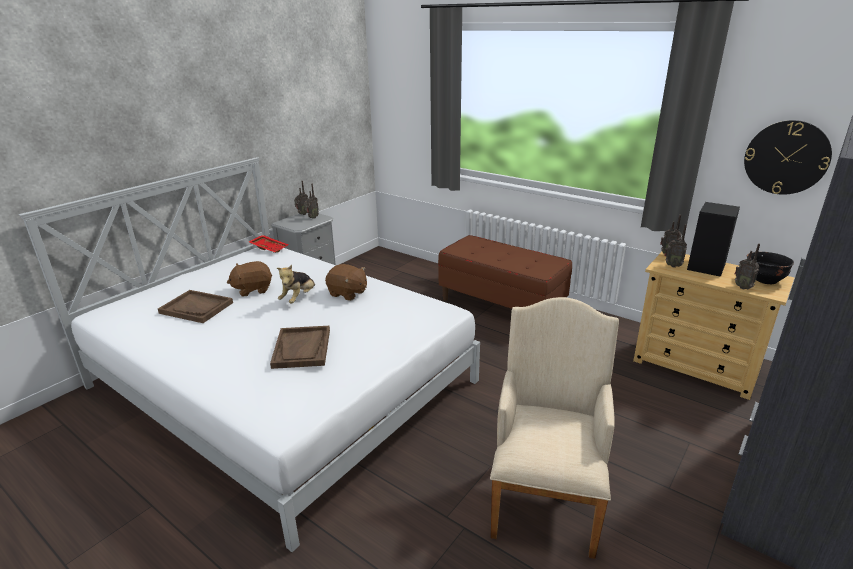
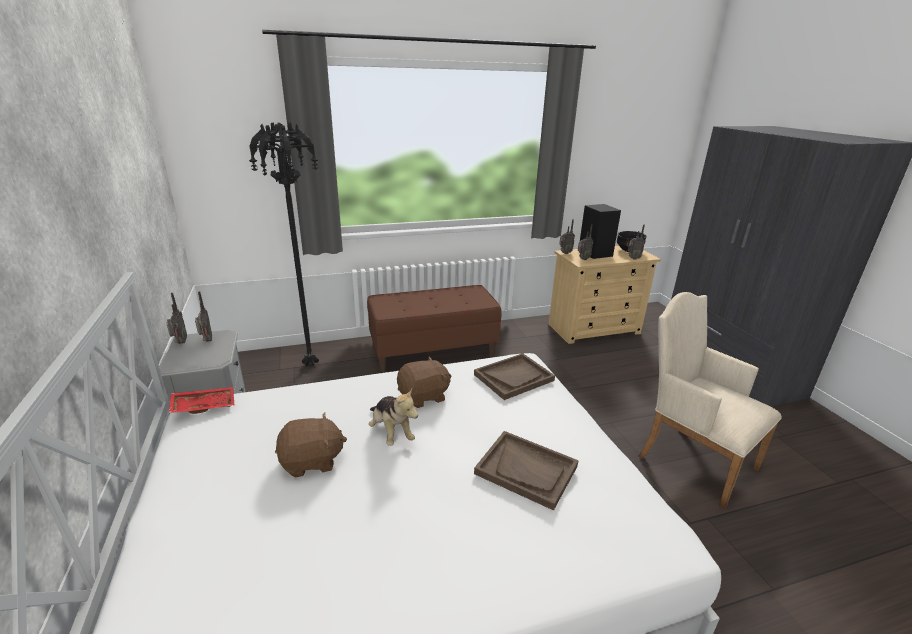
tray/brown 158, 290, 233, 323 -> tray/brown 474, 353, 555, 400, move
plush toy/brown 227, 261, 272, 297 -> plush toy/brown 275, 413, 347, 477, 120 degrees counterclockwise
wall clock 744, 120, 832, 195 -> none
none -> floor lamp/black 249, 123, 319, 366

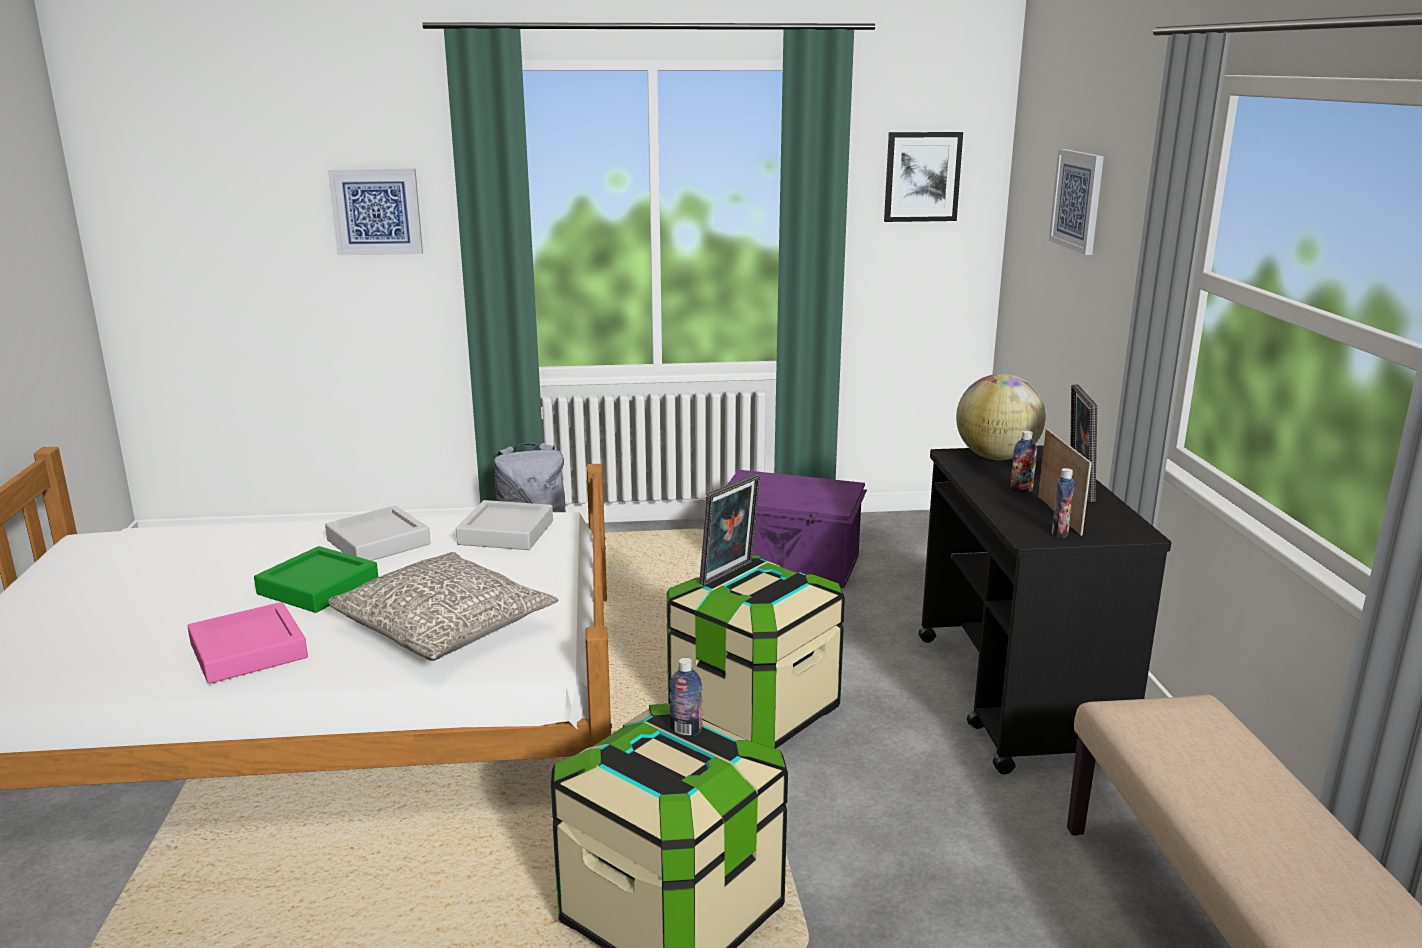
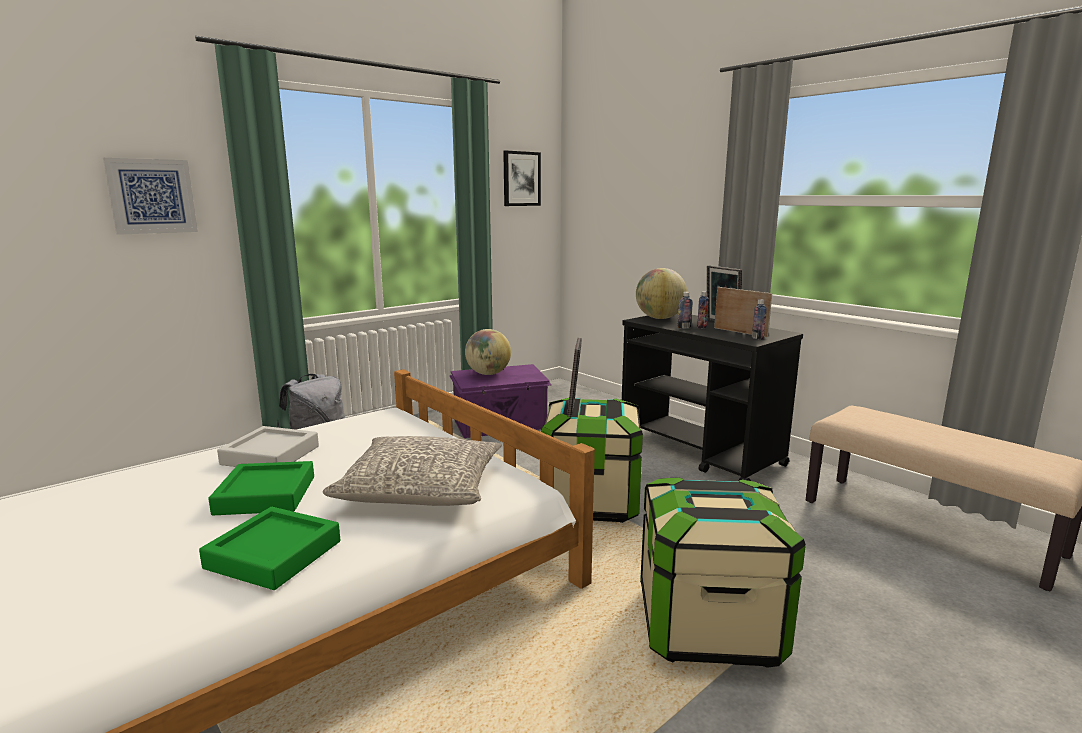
tray/pink 187, 602, 308, 684 -> tray/green 199, 507, 340, 590
tray/grey 456, 500, 553, 550 -> none
bottle 669, 658, 703, 736 -> bottle 677, 292, 693, 329, move
picture 1049, 149, 1104, 255 -> none
none -> globe 465, 329, 511, 375

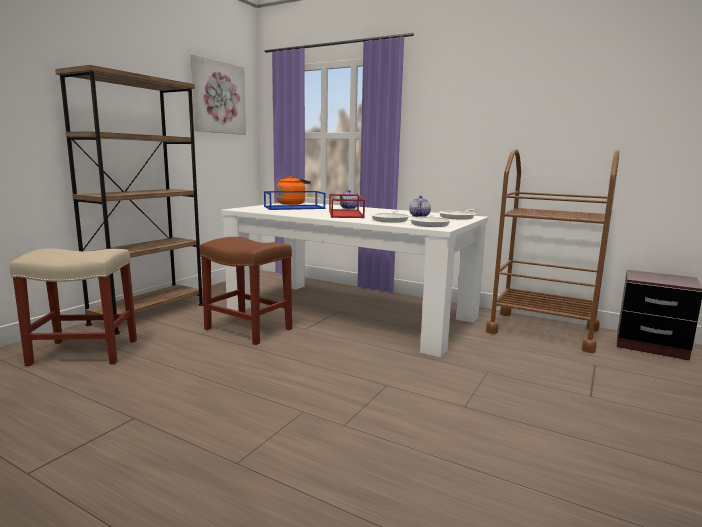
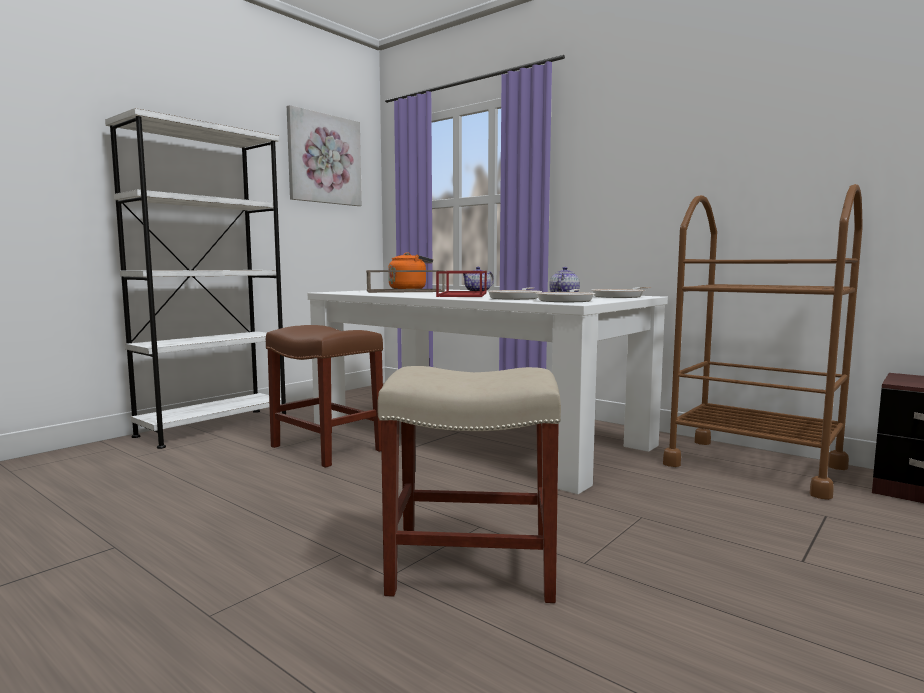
stool/beige 10, 248, 137, 366 -> stool/beige 377, 366, 561, 603, move
bookcase/brown 55, 65, 203, 335 -> bookcase/white 105, 108, 286, 449
tray/blue 264, 191, 325, 210 -> tray/brown 366, 270, 445, 293

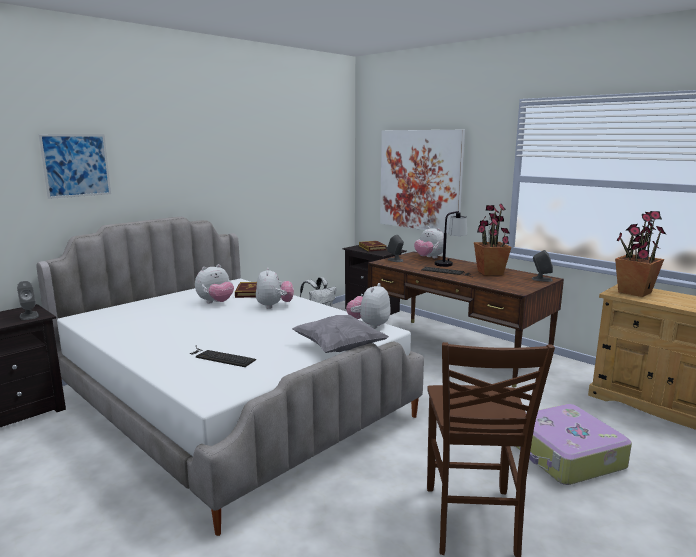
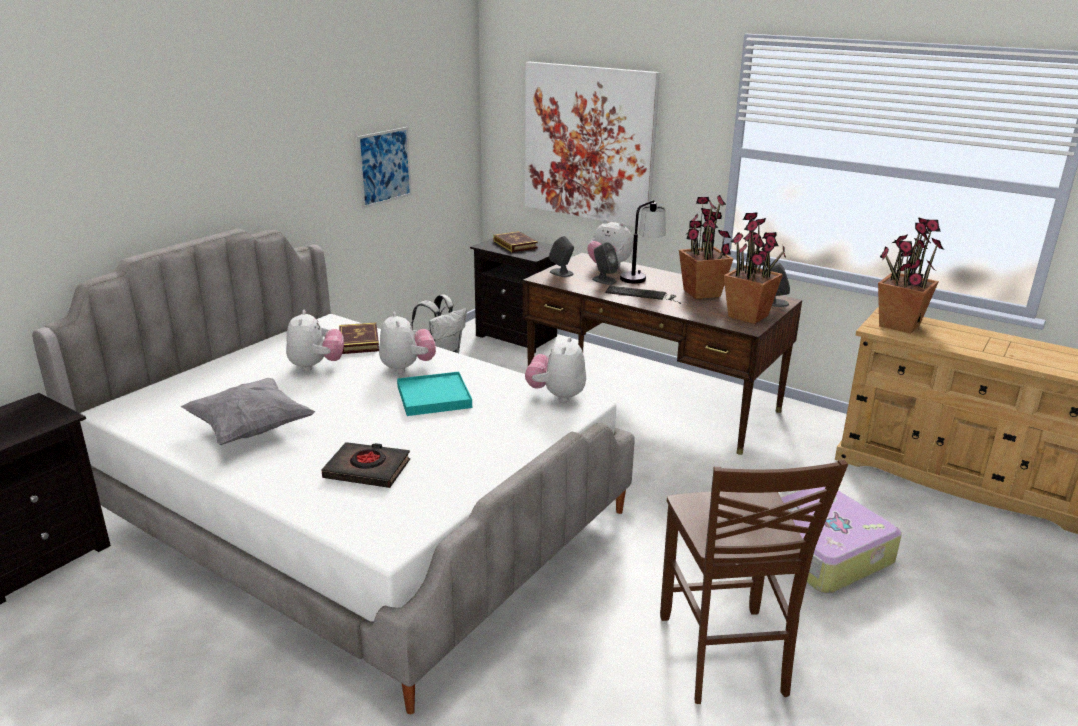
speaker/grey 17, 281, 39, 320 -> speaker/grey 592, 242, 619, 285, move
picture 39, 134, 111, 199 -> picture 357, 127, 412, 209, move
keyboard 190, 345, 256, 367 -> book/black 322, 442, 410, 488
plush toy 195, 264, 234, 303 -> plush toy 286, 310, 344, 371, 45 degrees counterclockwise
pillow/grey 292, 315, 389, 353 -> pillow/grey 181, 378, 315, 445, move
none -> tray/turquoise 397, 372, 472, 416
none -> potted plant 724, 212, 786, 324

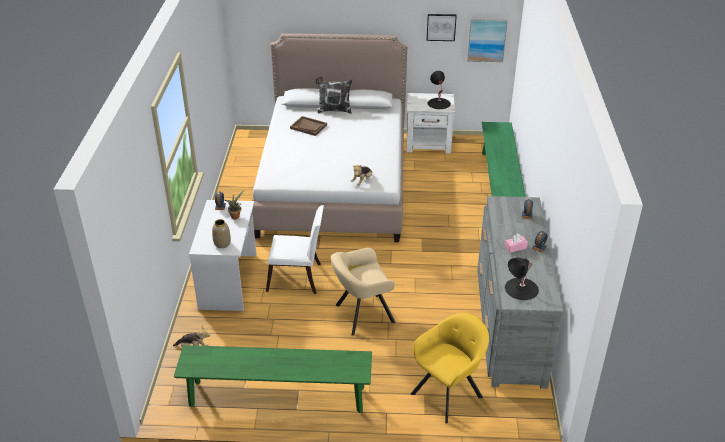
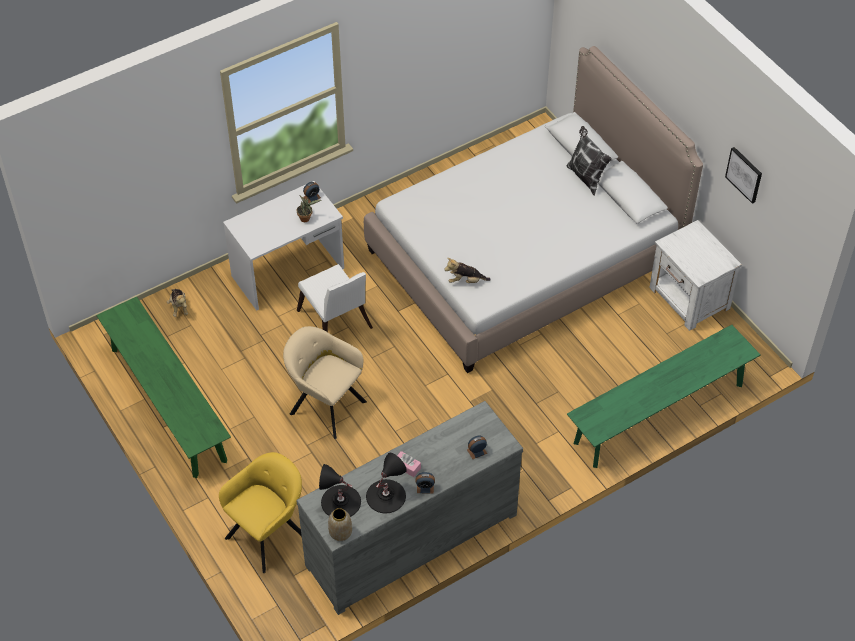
vase 212, 219, 231, 248 -> vase 328, 508, 352, 541, move
tray/brown 290, 116, 327, 136 -> none
armchair/yellow 411, 312, 489, 424 -> armchair/yellow 219, 452, 302, 573, 60 degrees counterclockwise
table lamp/black 427, 71, 451, 109 -> table lamp/black 366, 453, 407, 513, move
picture 467, 19, 508, 62 -> none

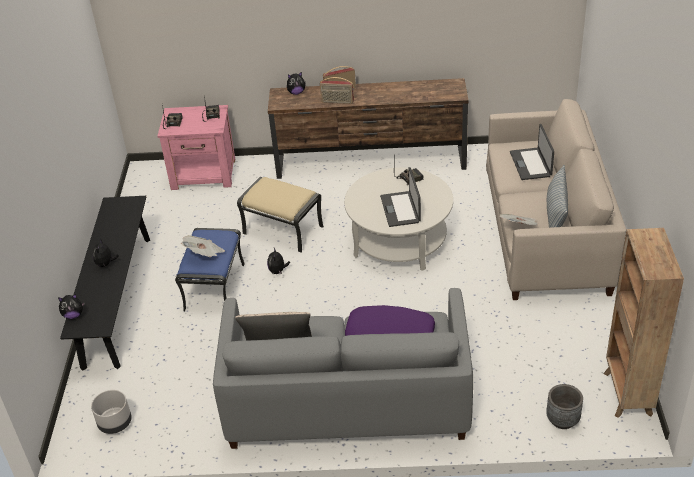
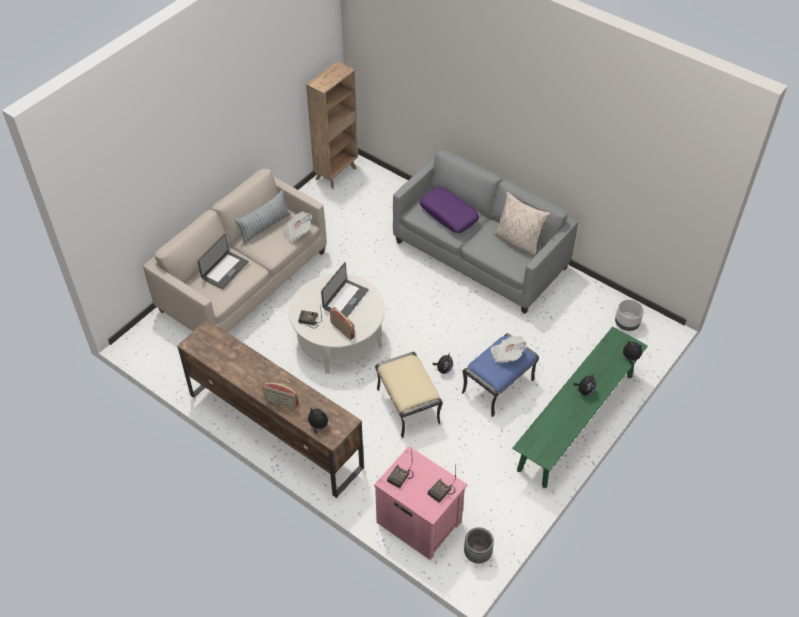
bench/black 60, 196, 150, 371 -> bench/green 512, 327, 648, 488
radio 320, 77, 354, 104 -> radio 330, 307, 355, 340, move
planter/grey 546, 384, 583, 429 -> planter/grey 464, 527, 494, 564, move

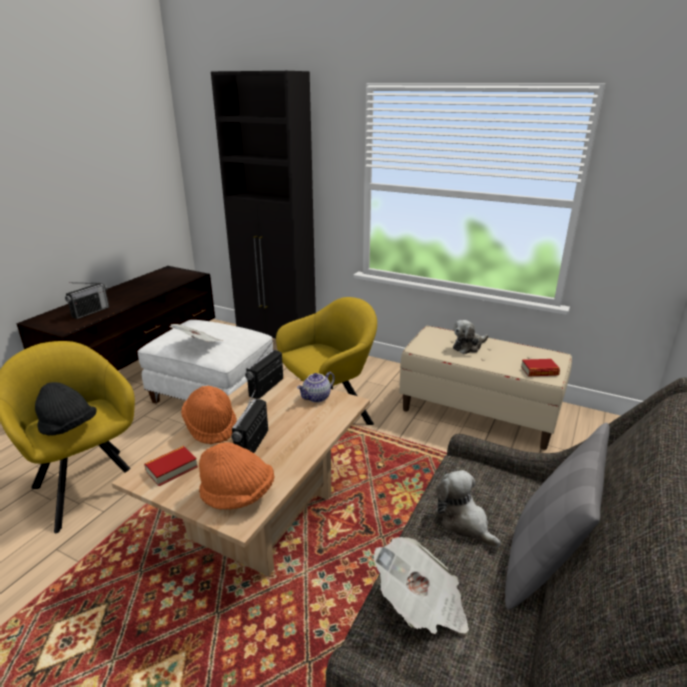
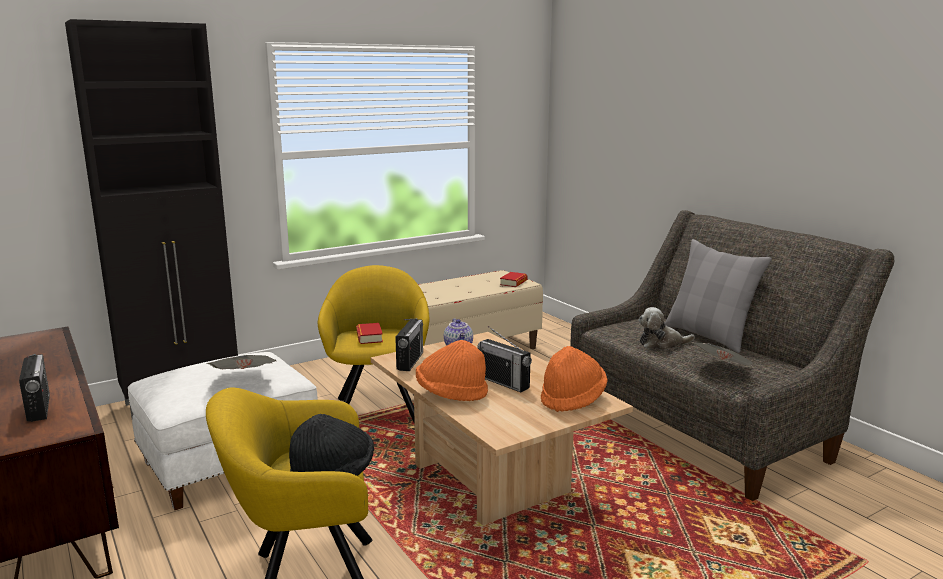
book 144, 446, 198, 486 -> book 356, 323, 383, 344, move
radio 245, 340, 283, 399 -> radio 395, 318, 423, 371, 135 degrees counterclockwise
plush toy 453, 320, 488, 354 -> none

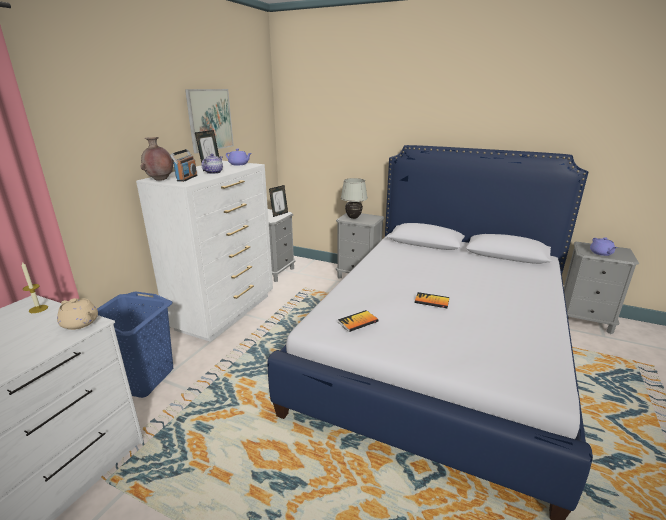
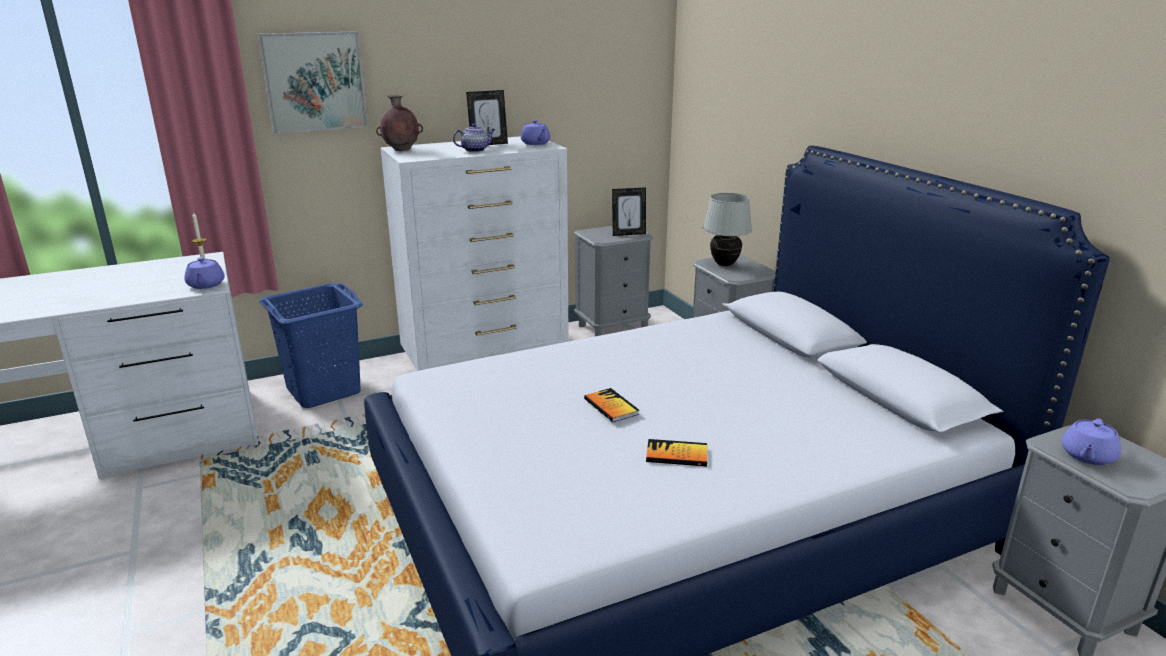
teapot/beige 57, 298, 98, 330 -> teapot/purple 184, 257, 225, 289
radio 170, 149, 197, 182 -> none
picture 185, 89, 234, 153 -> picture 258, 32, 368, 133, move
book 338, 310, 378, 332 -> book 646, 439, 707, 467, move

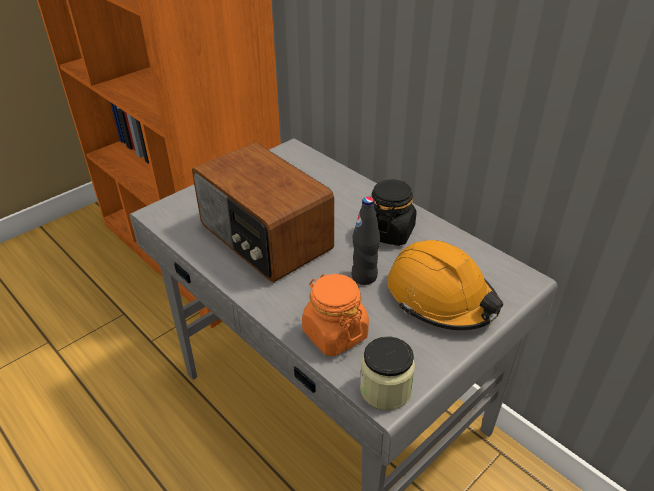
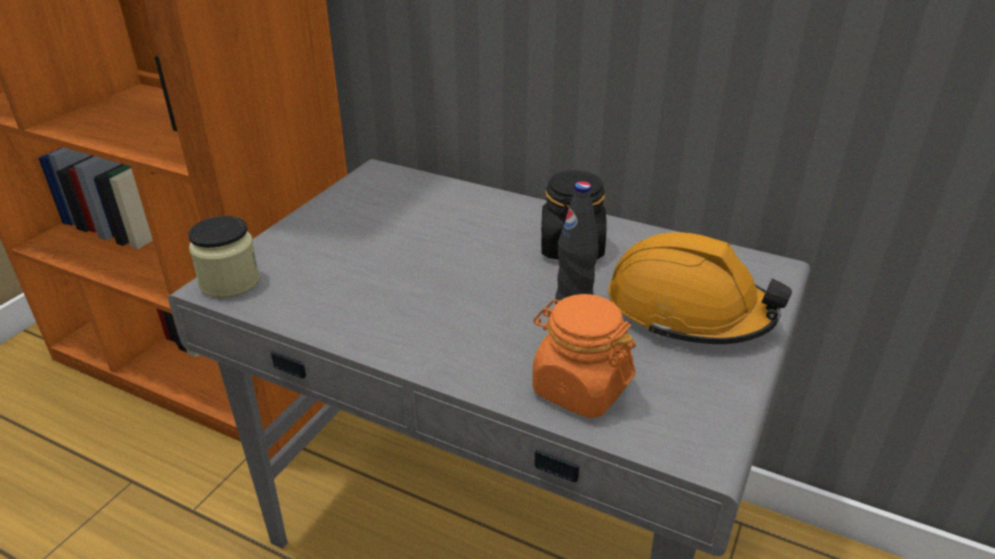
radio 192, 142, 334, 283 -> none
jar 360, 336, 415, 410 -> jar 188, 216, 260, 298, move

